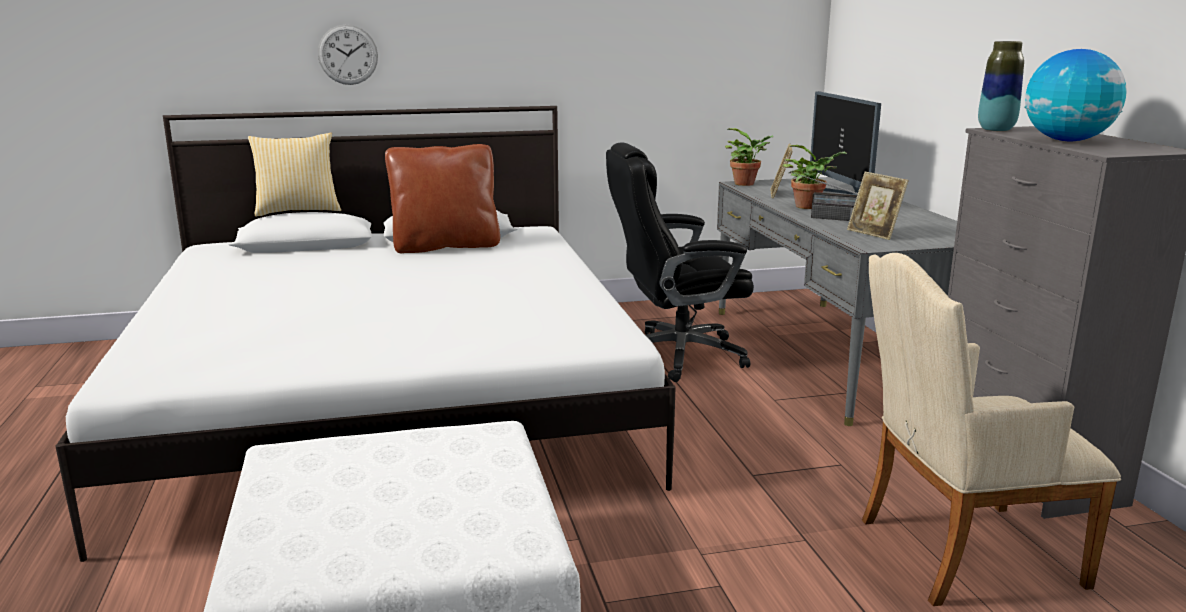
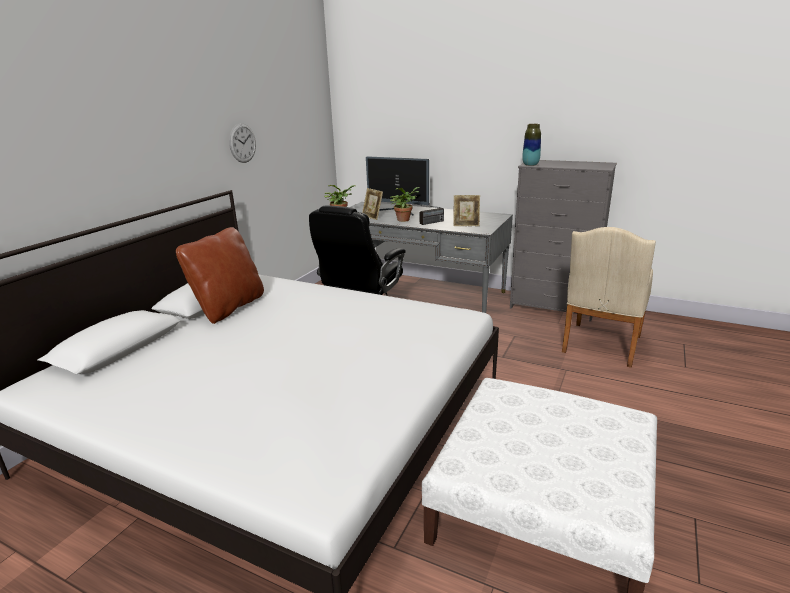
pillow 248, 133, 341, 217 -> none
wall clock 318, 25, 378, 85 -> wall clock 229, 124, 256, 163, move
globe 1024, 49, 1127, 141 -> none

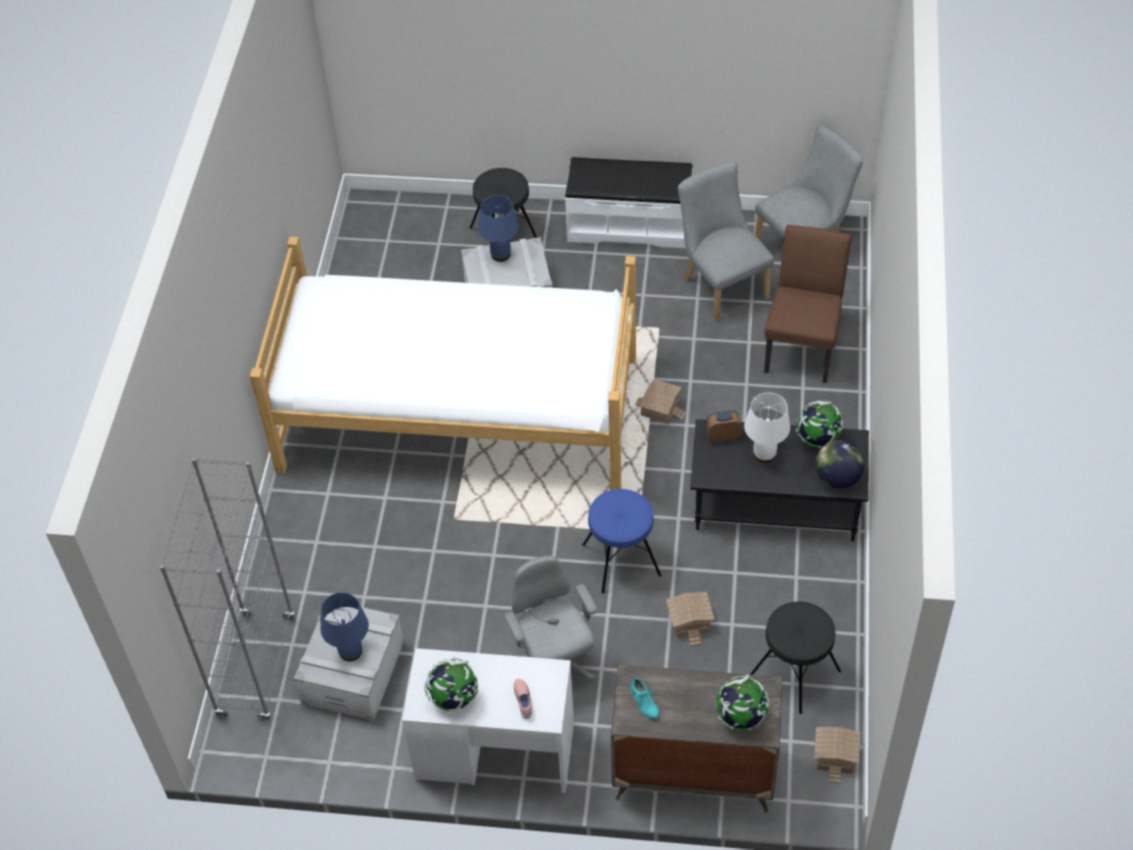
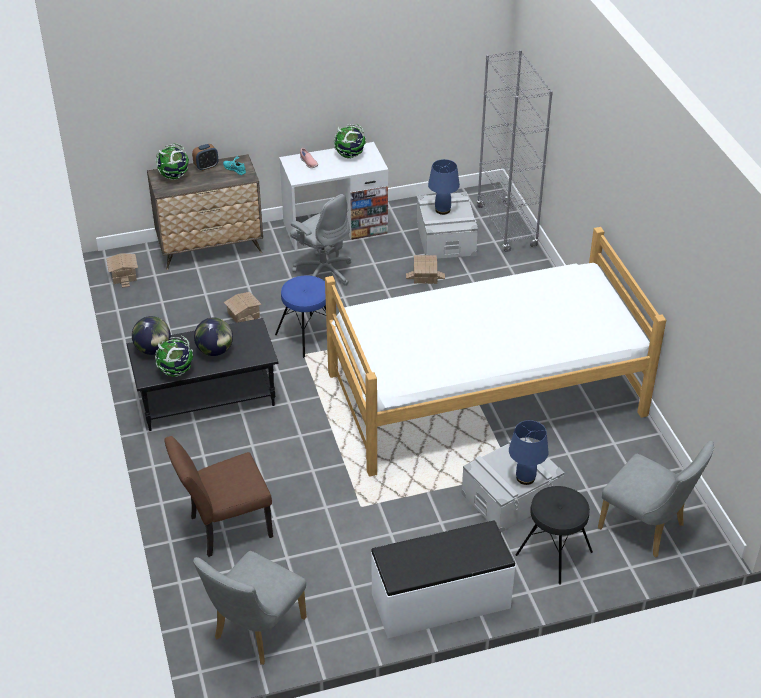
toy house 635, 379, 686, 424 -> toy house 406, 255, 445, 284, move
chair/grey 678, 162, 774, 322 -> chair/grey 598, 441, 714, 558, move
alarm clock 706, 411, 741, 442 -> alarm clock 192, 144, 218, 171, move
table lamp/white 744, 393, 790, 463 -> globe 194, 318, 233, 356
stool/black 750, 602, 841, 714 -> none
chair/brown 764, 225, 852, 383 -> chair/brown 164, 436, 273, 557, 75 degrees clockwise

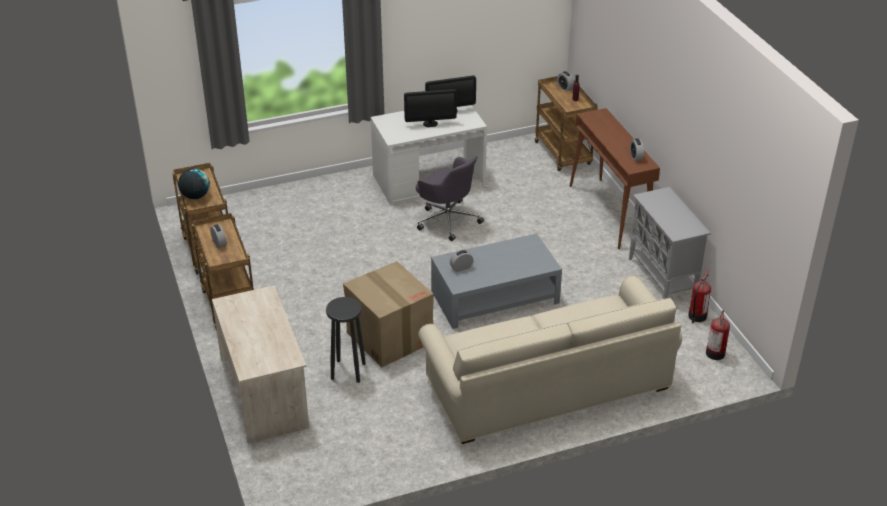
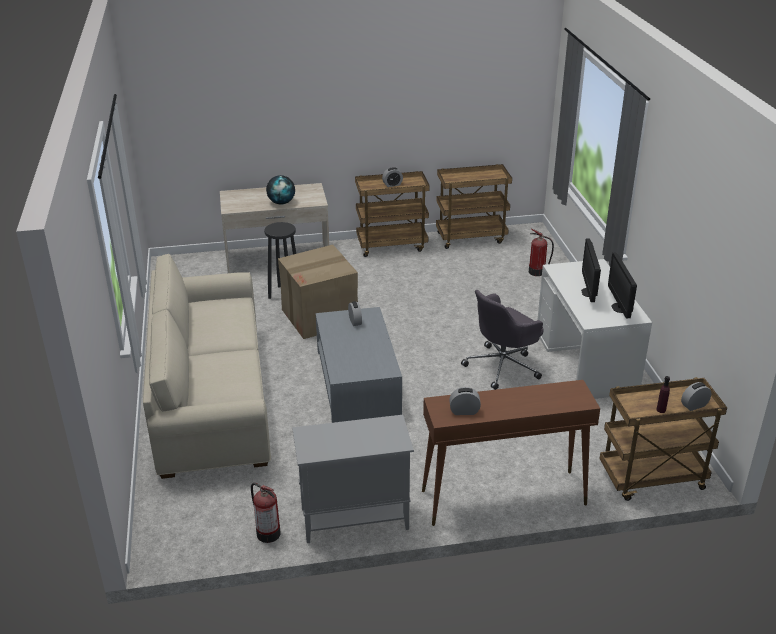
globe 178, 168, 210, 199 -> globe 266, 175, 295, 205, move
fire extinguisher 706, 310, 730, 360 -> fire extinguisher 529, 228, 554, 276, move

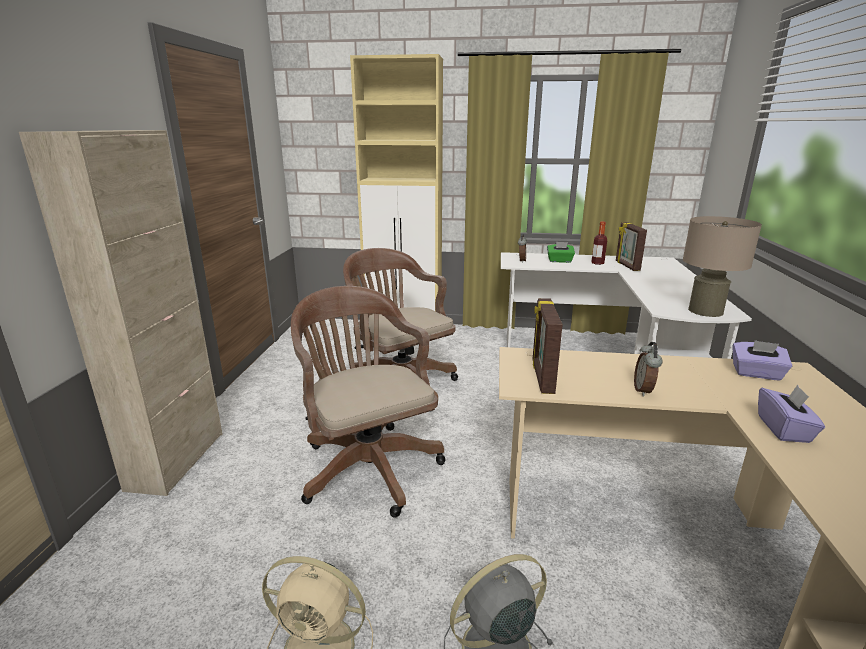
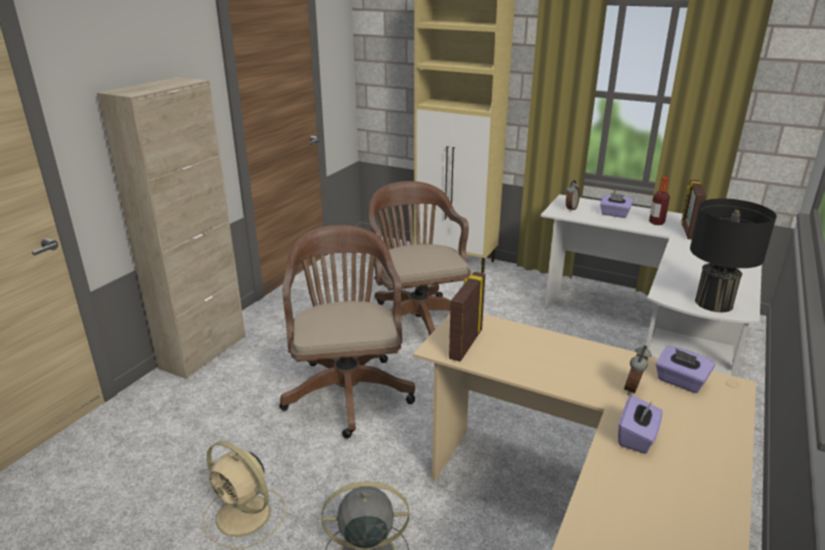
tissue box/green 547, 242, 575, 263 -> tissue box/purple 600, 193, 633, 218
alarm clock 634, 342, 663, 397 -> alarm clock 624, 345, 652, 395, move
table lamp/beige 683, 216, 762, 317 -> table lamp/black 690, 198, 777, 312

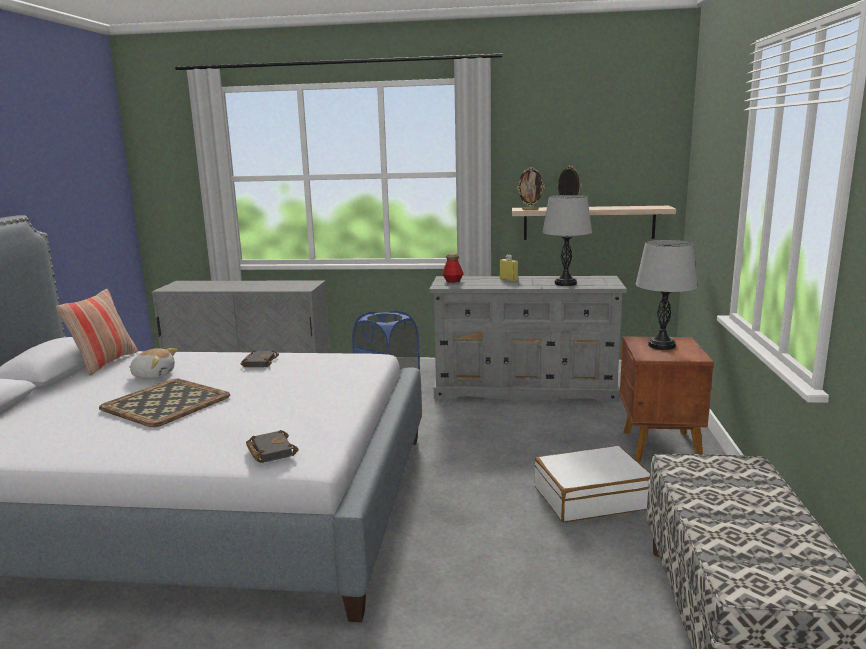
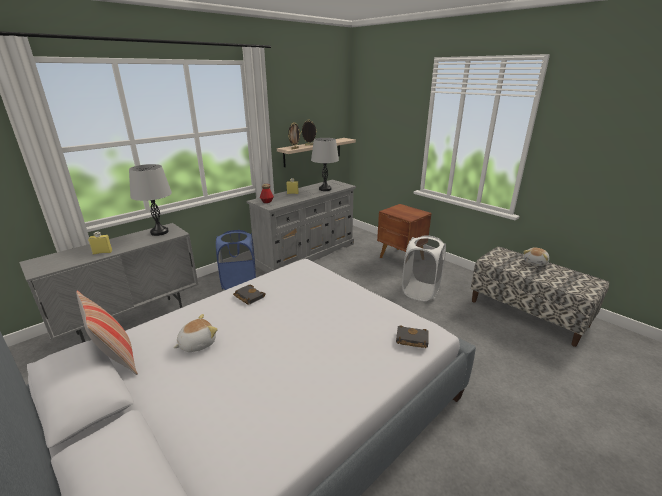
tray 99, 379, 230, 427 -> none
suitcase/white 534, 445, 650, 522 -> laundry basket/white 402, 235, 446, 301
table lamp/grey 636, 240, 697, 350 -> table lamp/grey 129, 164, 172, 236, move
none -> bottle/yellow 88, 232, 112, 255
none -> plush toy 523, 247, 549, 266

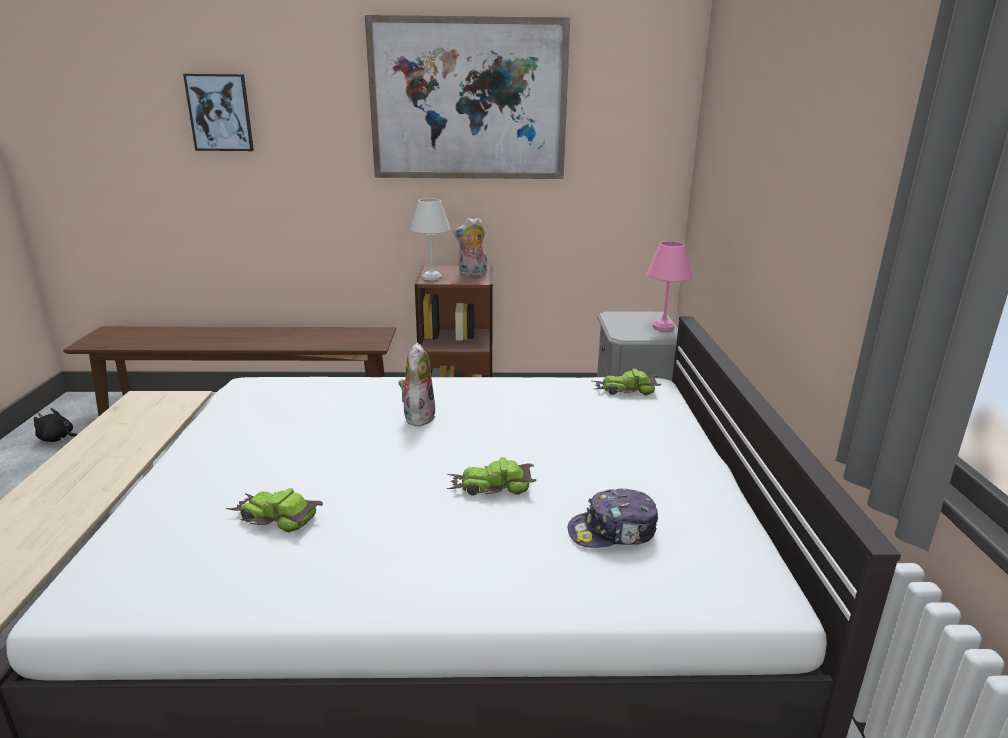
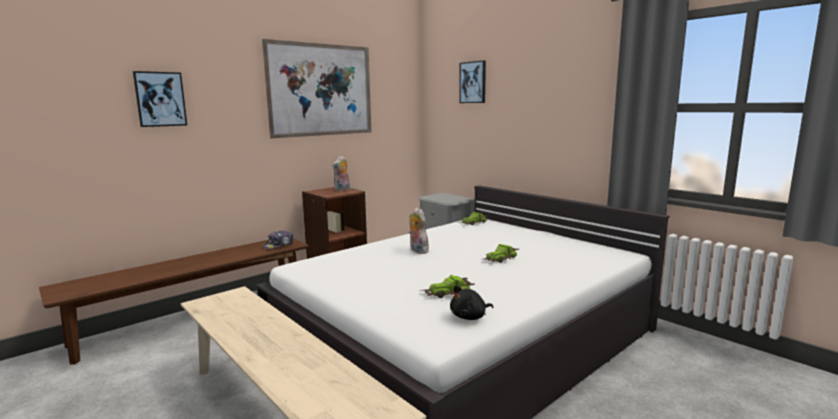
plush toy/black 34, 408, 78, 442 -> plush toy/black 450, 285, 493, 320, move
table lamp/white 410, 199, 451, 281 -> none
cap 567, 488, 658, 548 -> cap 262, 230, 294, 249, move
table lamp/pink 647, 241, 692, 331 -> none
none -> picture 459, 60, 486, 103

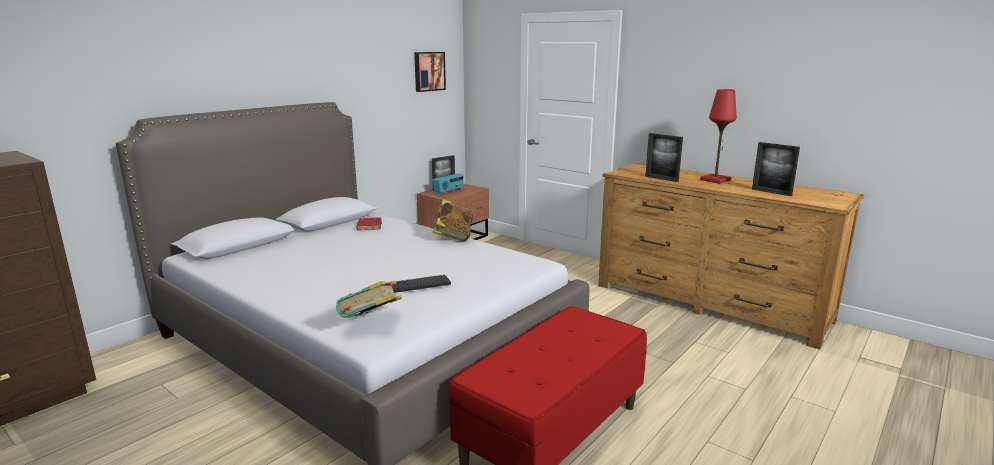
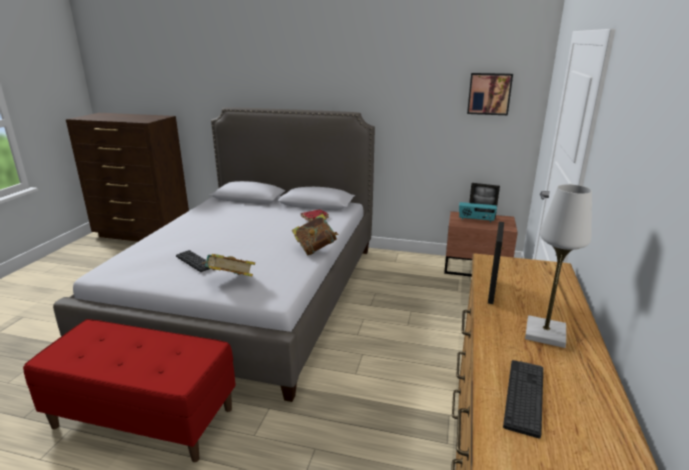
book 336, 281, 402, 318 -> book 202, 254, 255, 276, move
table lamp/red 700, 89, 737, 184 -> table lamp/white 525, 184, 592, 348
picture frame 752, 142, 800, 196 -> keyboard 503, 360, 543, 438

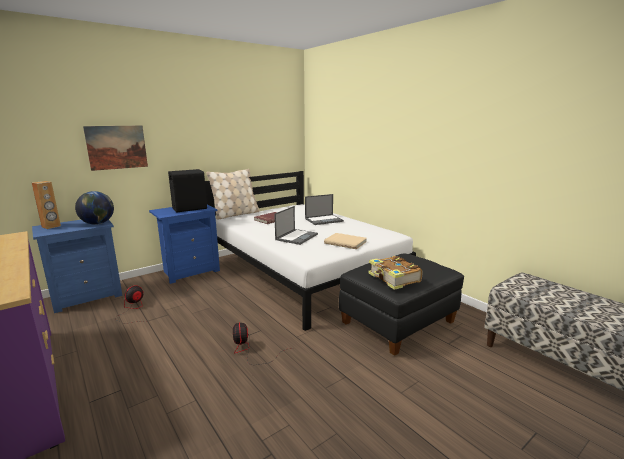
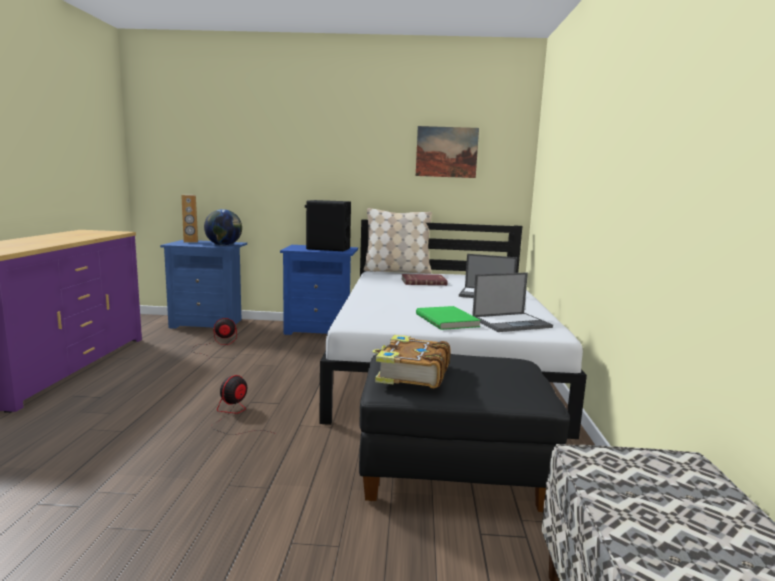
picture 83, 125, 148, 171 -> picture 416, 126, 479, 178, move
laptop 274, 206, 318, 245 -> laptop 472, 273, 553, 332, move
book/beige 324, 233, 367, 249 -> book/green 416, 306, 481, 330

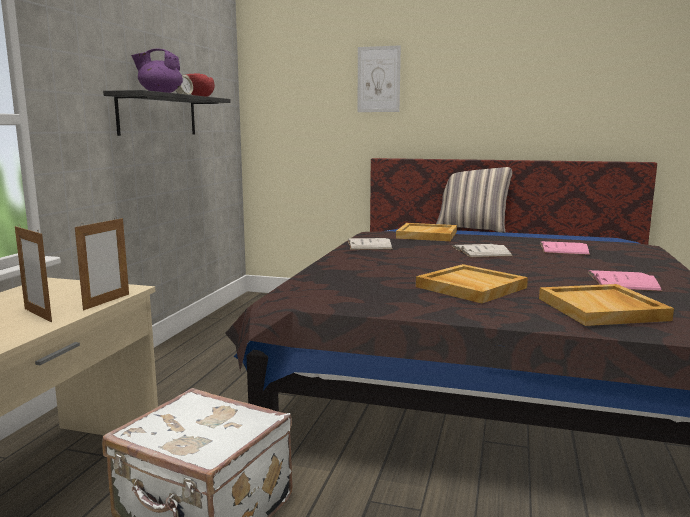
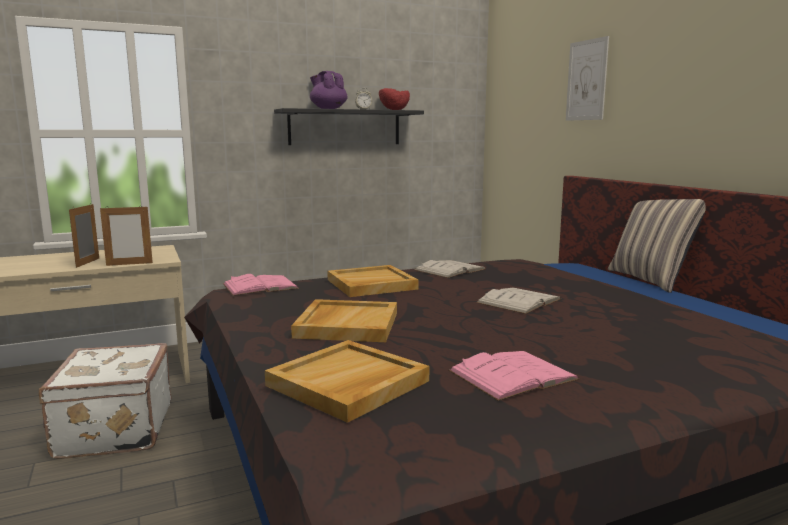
tray/beige 396, 223, 457, 241 -> tray/beige 327, 265, 419, 297, move
book/pink 540, 241, 590, 255 -> book/pink 223, 274, 299, 296, move

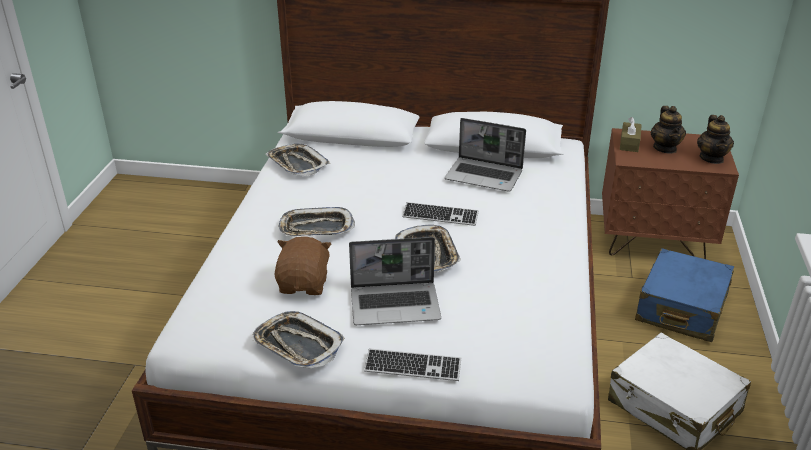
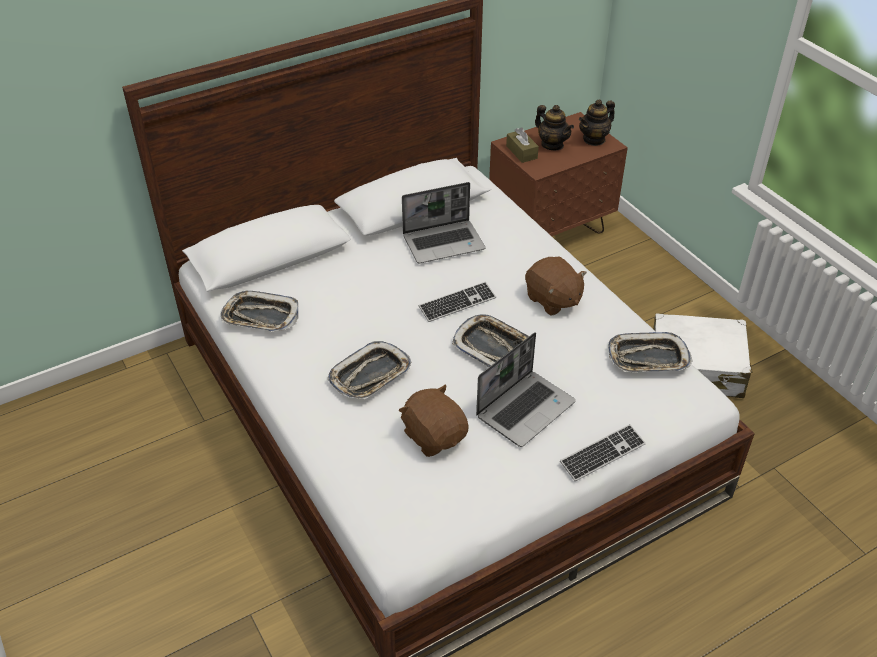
tray 251, 311, 345, 368 -> tray 608, 332, 693, 372, move
suitcase/blue 635, 248, 734, 342 -> none
teapot 697, 115, 734, 164 -> teapot 579, 99, 615, 146, 90 degrees clockwise
none -> plush toy/brown 525, 256, 587, 316

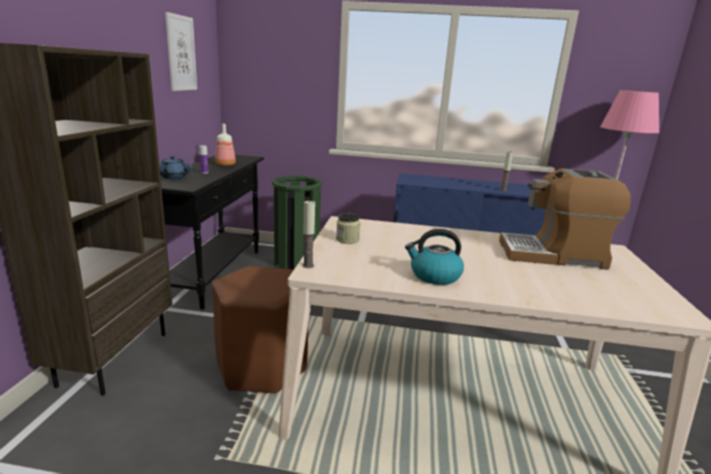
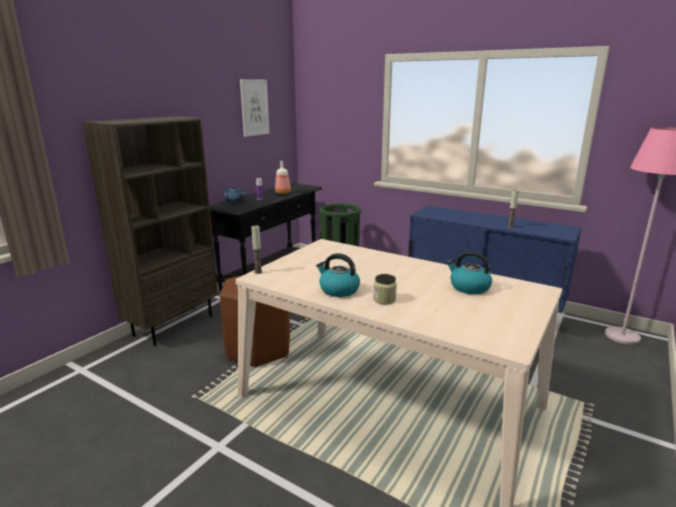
jar 336, 213, 360, 244 -> jar 373, 274, 397, 304, move
coffee machine 499, 168, 631, 270 -> kettle 447, 251, 492, 294

